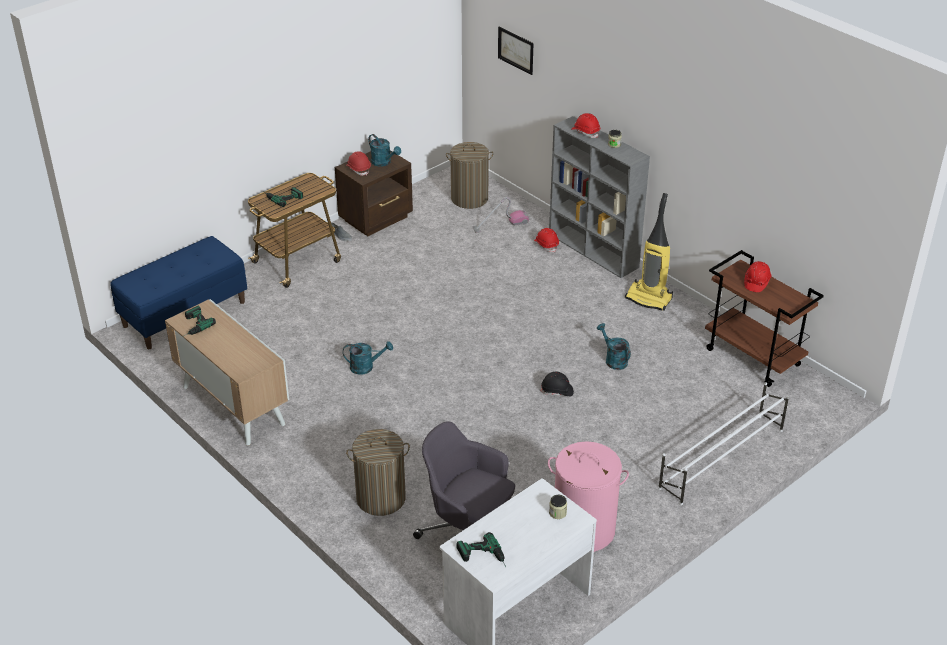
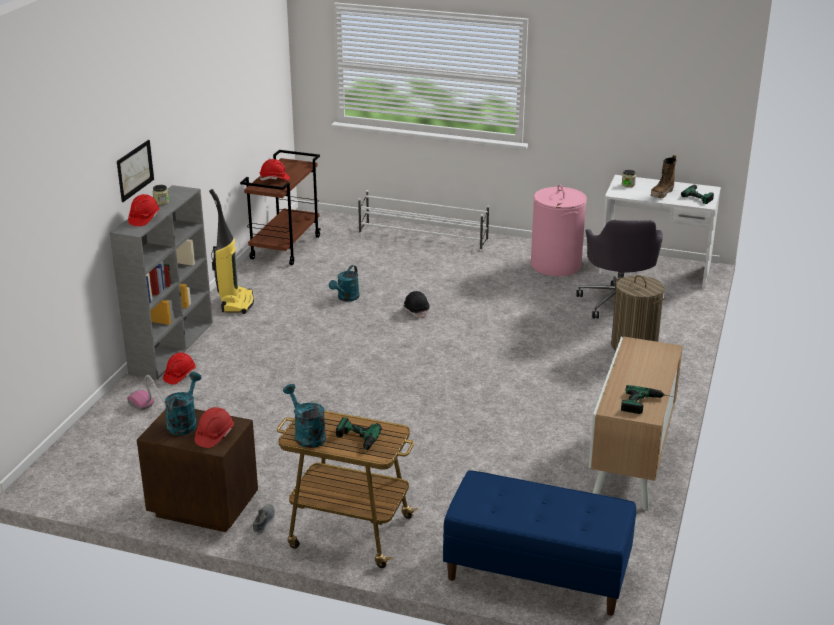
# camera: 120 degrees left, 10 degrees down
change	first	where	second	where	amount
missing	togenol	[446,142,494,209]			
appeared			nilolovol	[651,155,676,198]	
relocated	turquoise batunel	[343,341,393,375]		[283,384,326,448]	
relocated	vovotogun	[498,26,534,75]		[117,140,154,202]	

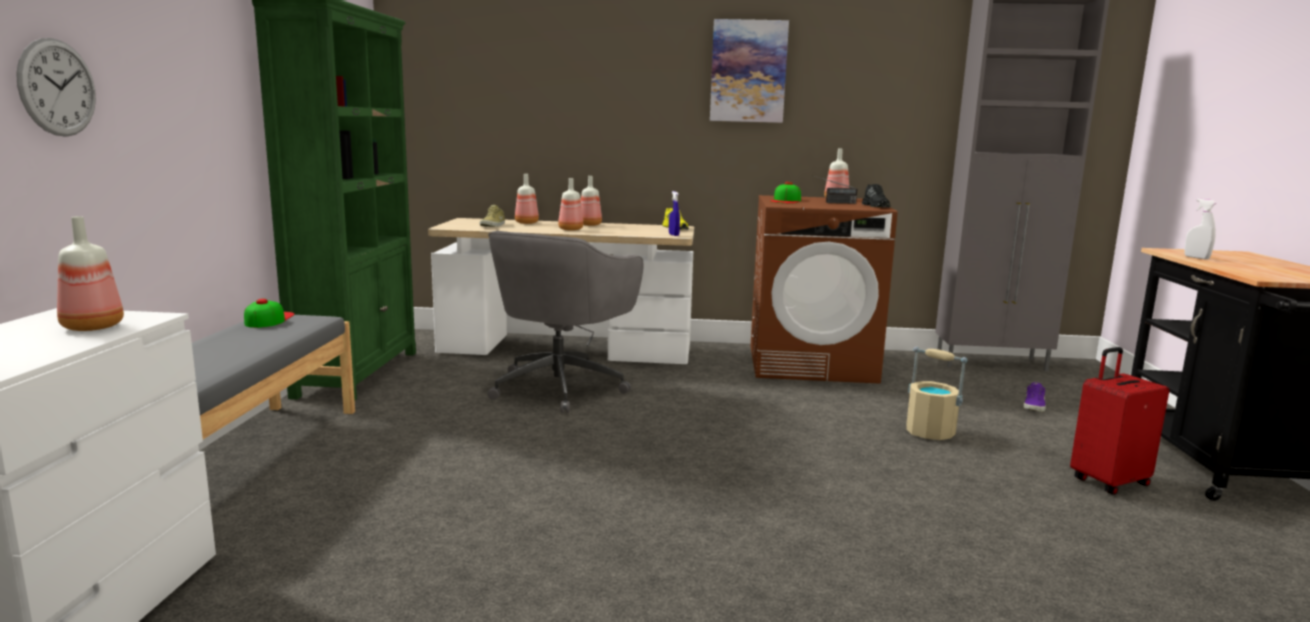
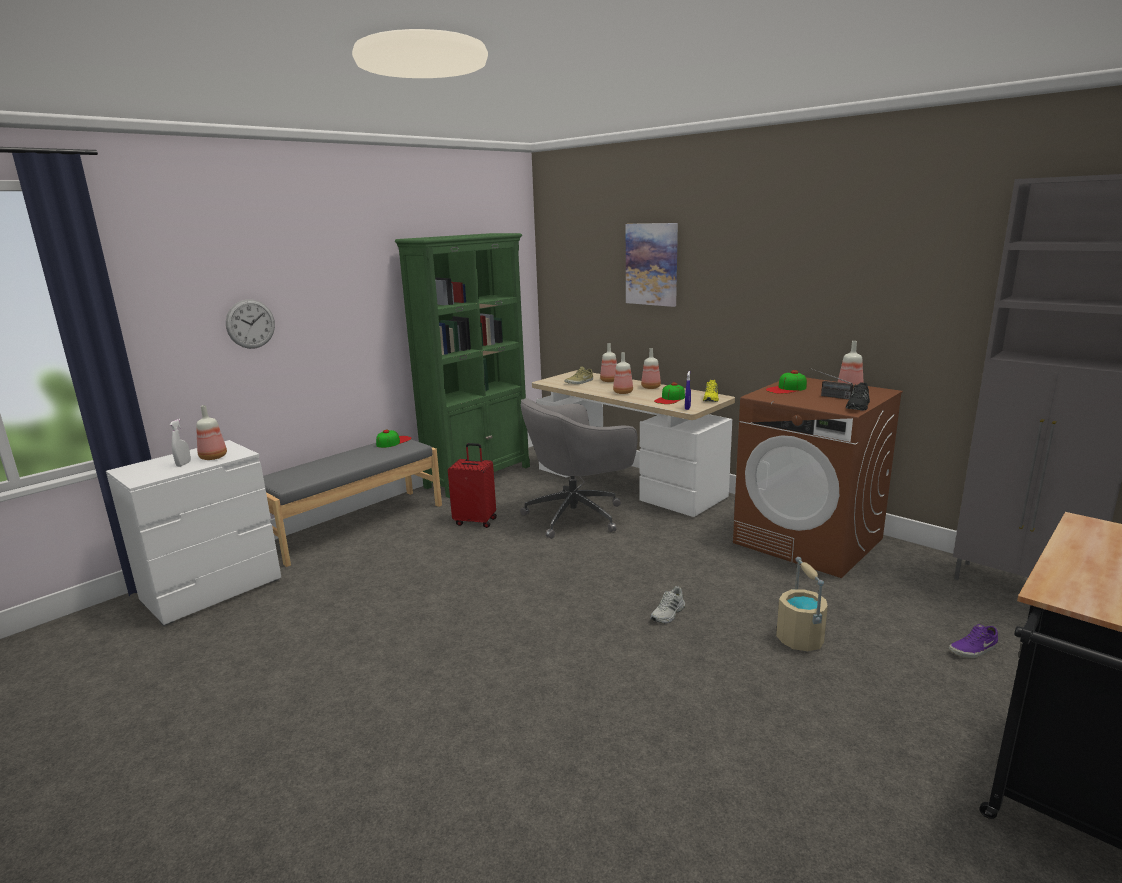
# camera: 40 degrees right, 5 degrees up
change	first	where	second	where	amount
appeared			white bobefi	[650,586,685,623]	
appeared			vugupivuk	[654,383,685,404]	
relocated	vovotogun	[710,19,789,123]		[626,223,678,307]	
relocated	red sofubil	[1070,347,1169,495]		[448,443,497,528]	
relocated	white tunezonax	[1184,199,1217,259]		[170,419,191,467]	

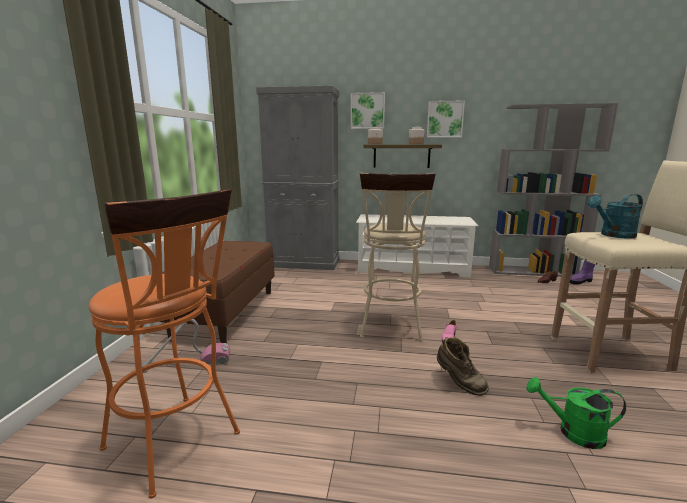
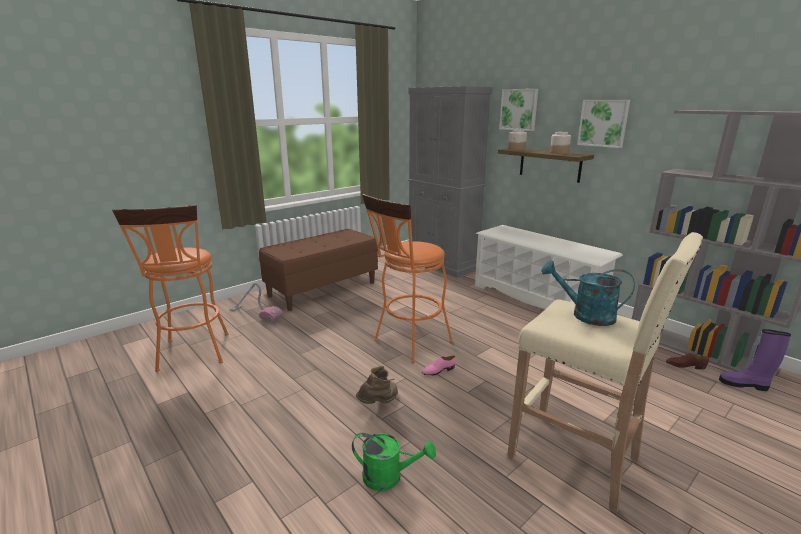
# camera: 40 degrees right, 5 degrees up
change	first	where	second	where	amount
colour	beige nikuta	[360,173,436,342]	orange nikuta	[362,194,453,363]	
spun	brown nilolovol	[437,337,489,396]		[356,366,398,404]	135 degrees counterclockwise
spun	green batunel	[526,377,626,449]		[352,433,436,491]	135 degrees clockwise

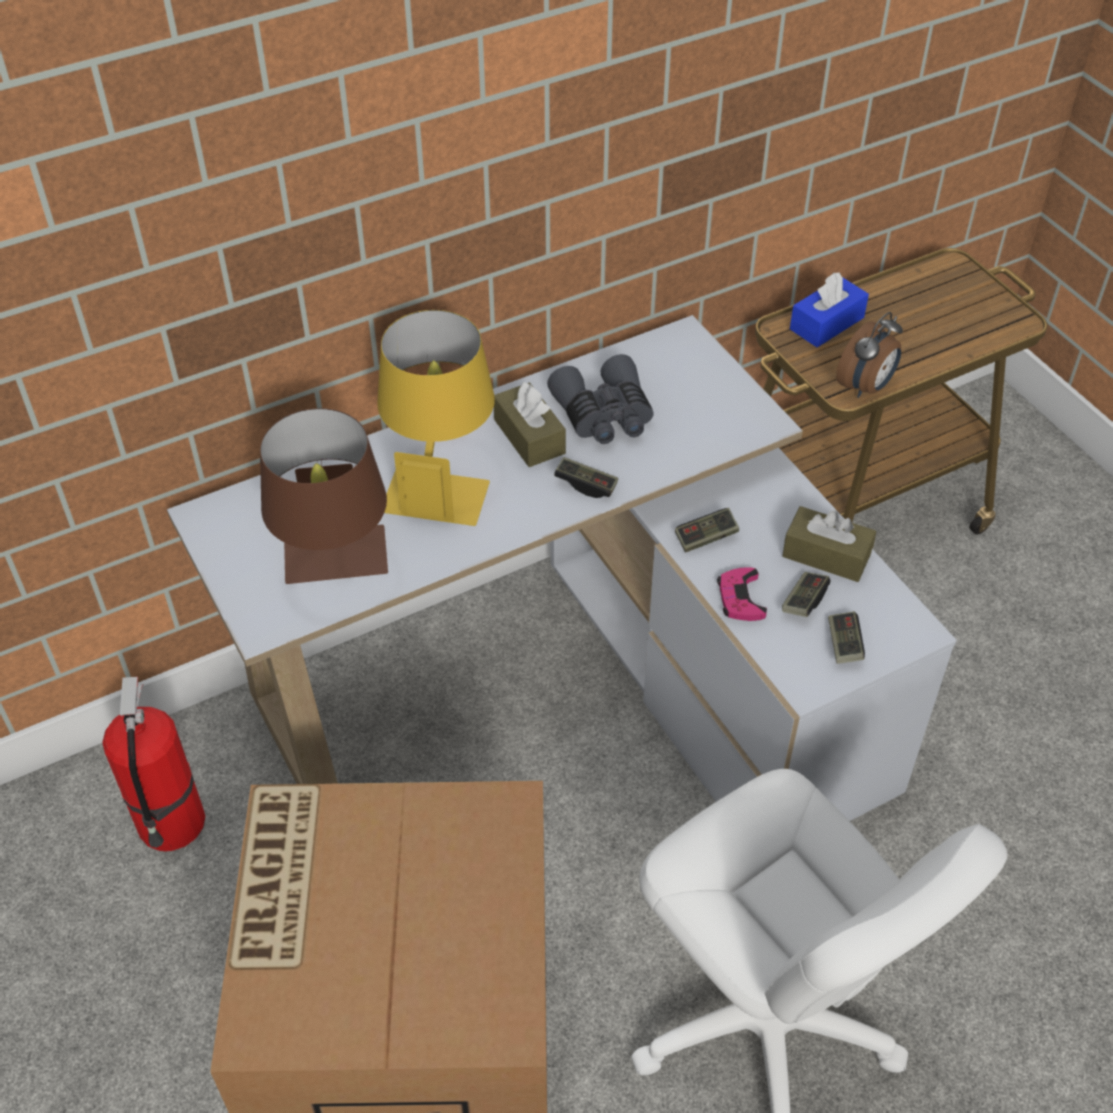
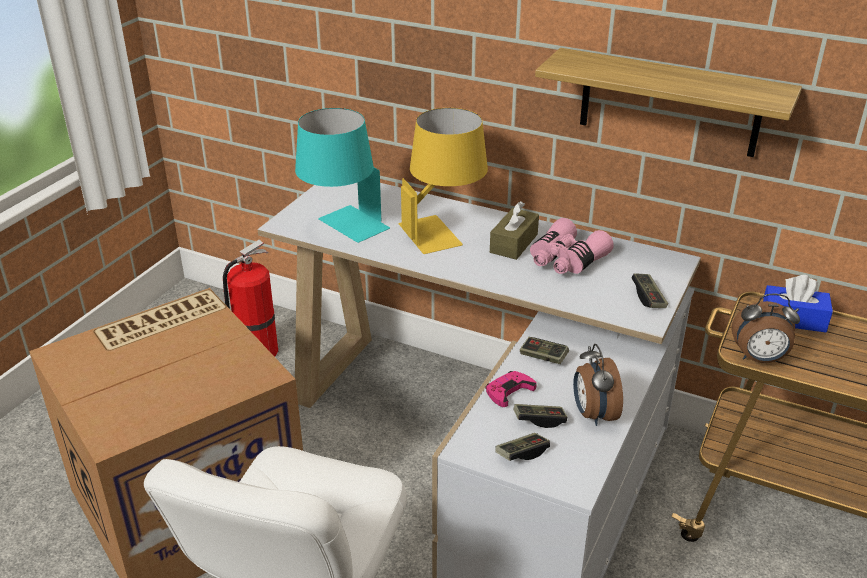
# camera: 55 degrees right, 15 degrees down
change	first	where	second	where	amount
appeared			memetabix	[535,48,802,157]	
relocated	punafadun	[554,457,618,498]		[632,273,668,308]	
exchanged	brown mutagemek	[782,506,876,582]	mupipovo	[573,344,623,426]	
colour	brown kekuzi	[260,408,388,584]	turquoise kekuzi	[295,108,390,243]	
colour	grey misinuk	[547,354,653,444]	pink misinuk	[530,218,614,274]	

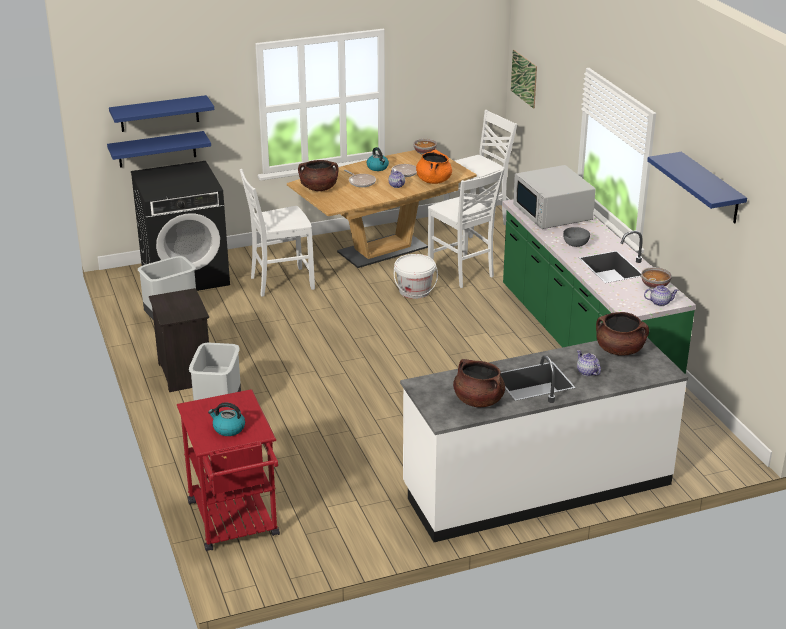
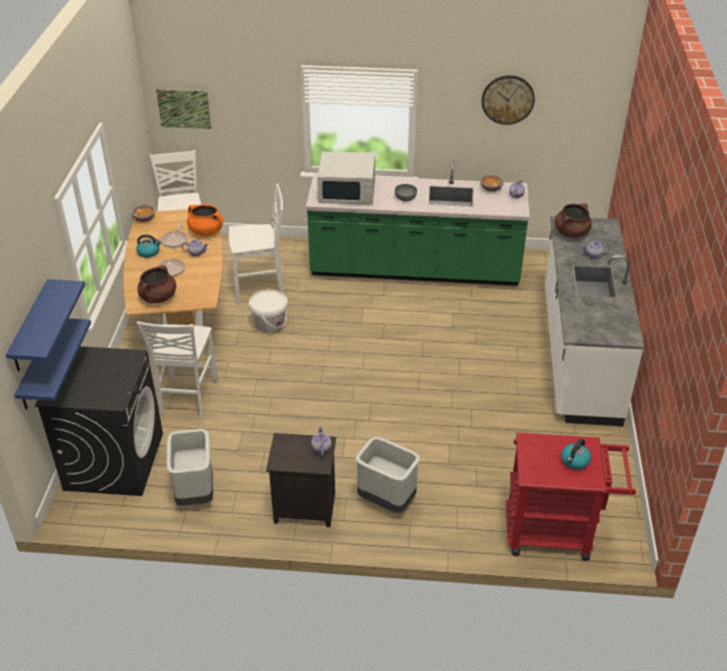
# camera: 65 degrees left, 10 degrees up
change	first	where	second	where	amount
missing	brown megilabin	[453,359,505,407]			
appeared			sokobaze	[311,426,332,456]	
exchanged	blue memetabix	[647,152,747,223]	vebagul	[482,75,535,125]	

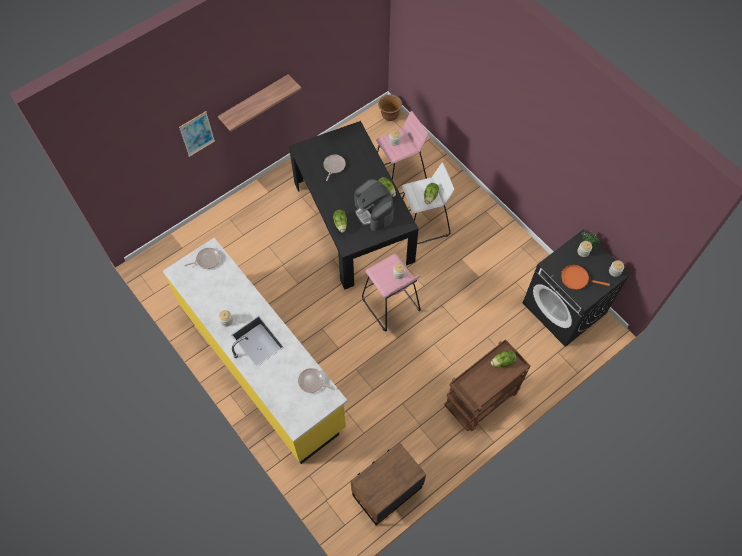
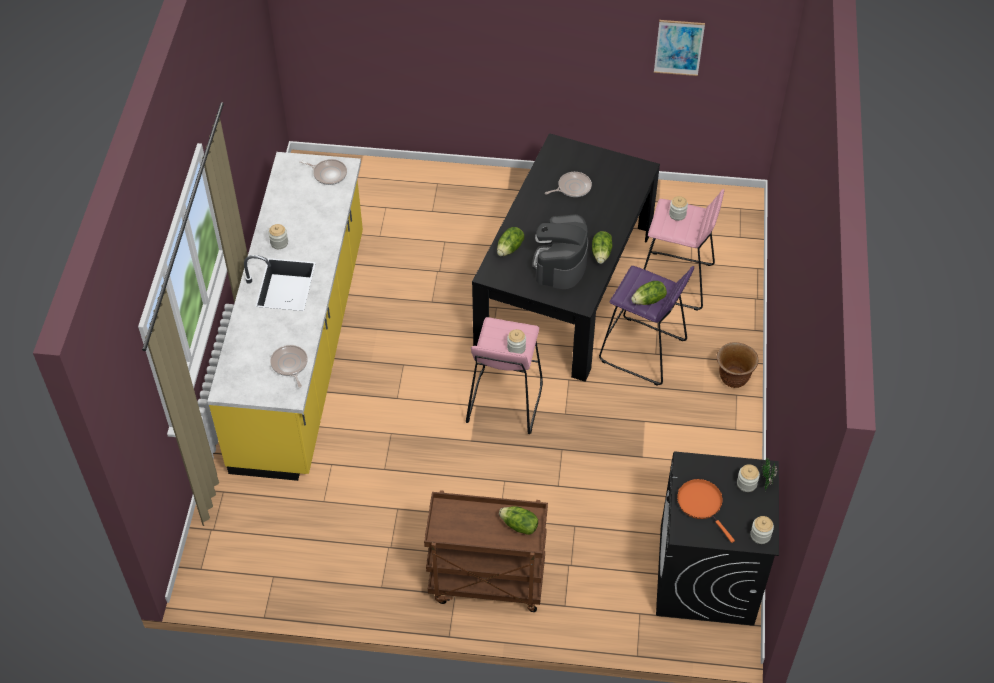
# camera: 45 degrees right, 10 degrees down
change	first	where	second	where	amount
missing	memetabix	[218,74,301,132]			
missing	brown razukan	[351,443,426,526]			
relocated	vovotogun	[179,111,215,157]		[654,20,705,76]	
relocated	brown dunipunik	[378,94,402,121]		[717,342,758,388]	
colour	white nikuta	[402,163,454,244]	purple nikuta	[599,266,694,386]	

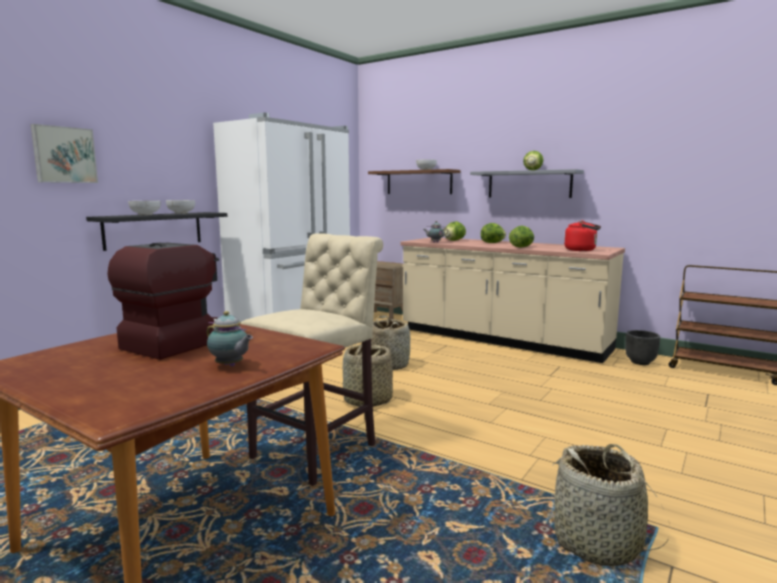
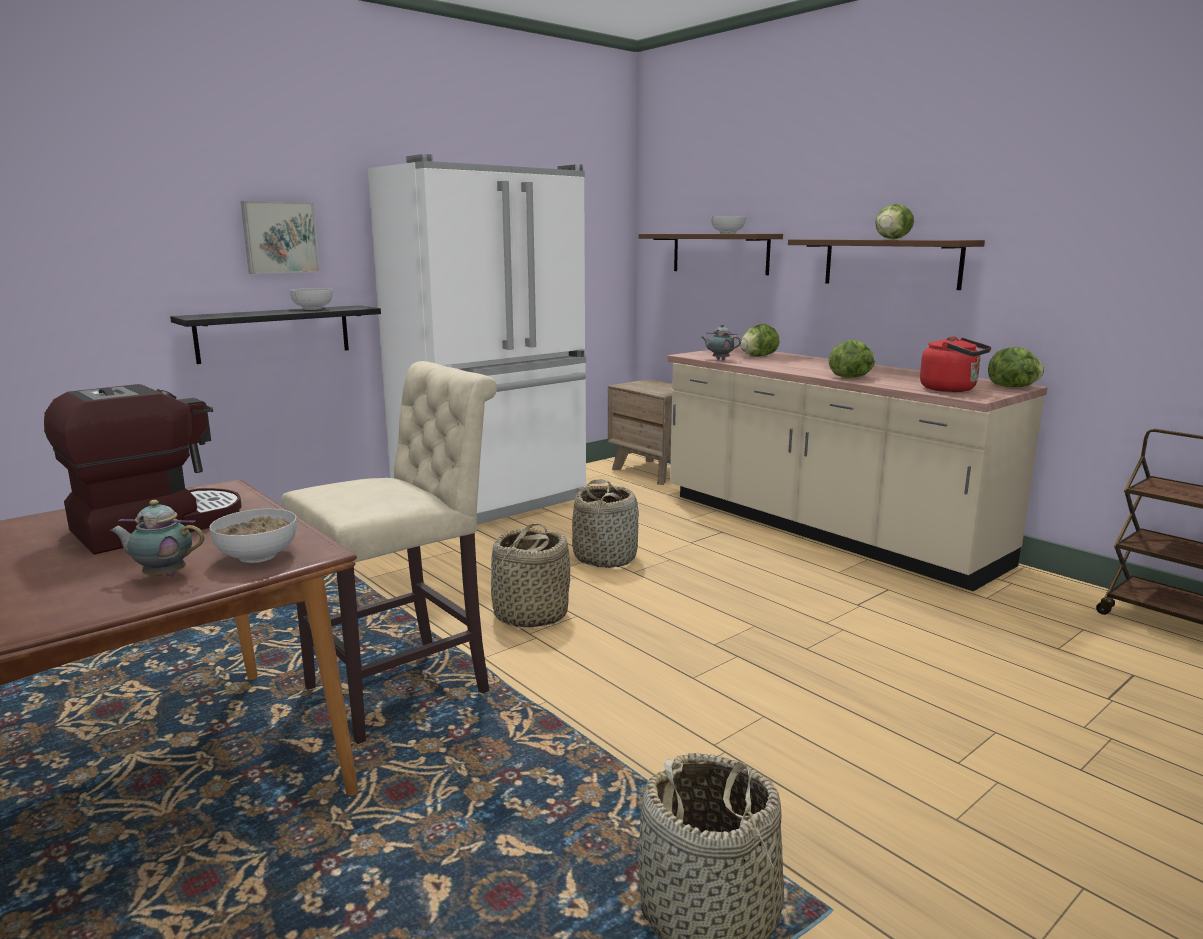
# camera: 15 degrees right, 5 degrees up
change	first	where	second	where	amount
missing	black dunipunik	[625,330,660,365]			
relocated	vovotogun	[31,124,98,183]		[241,201,320,274]	
relocated	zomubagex	[128,201,161,215]		[210,509,297,563]	
relocated	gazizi	[481,223,506,243]		[988,347,1044,387]	
colour	grey memetabix	[470,169,584,198]	brown memetabix	[788,239,985,290]	
spun	sokobaze	[207,311,253,367]		[109,500,204,577]	135 degrees clockwise

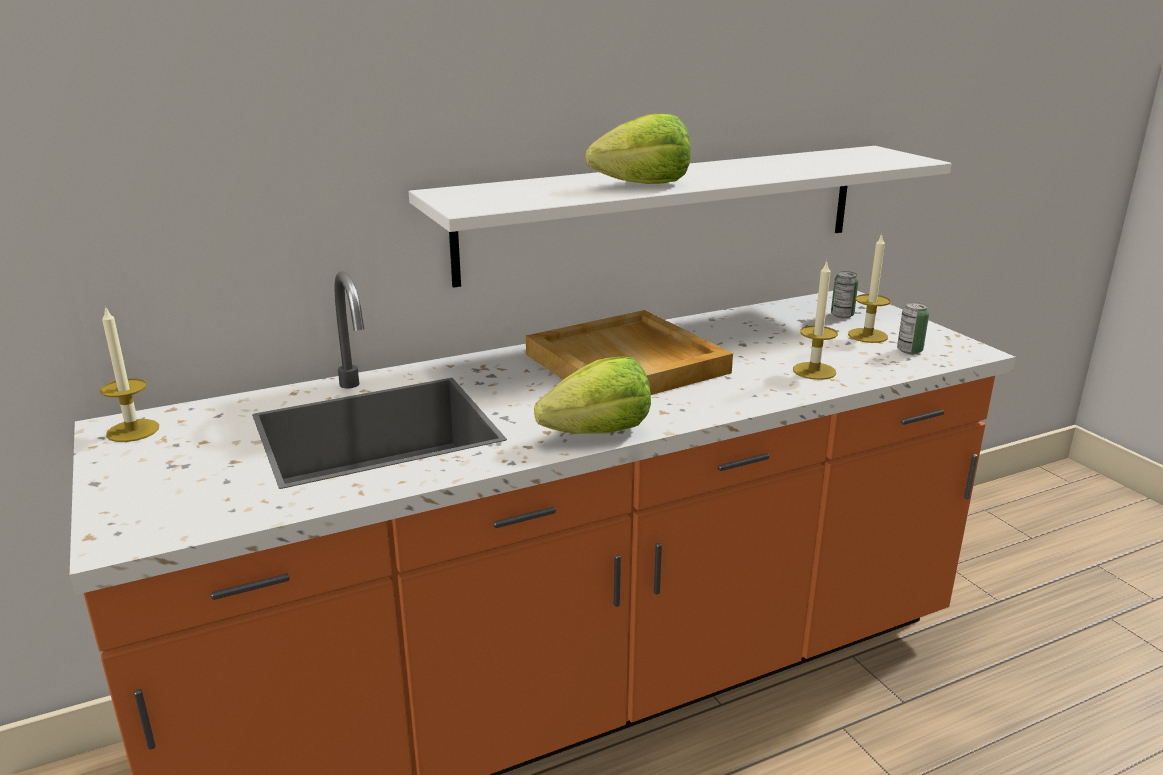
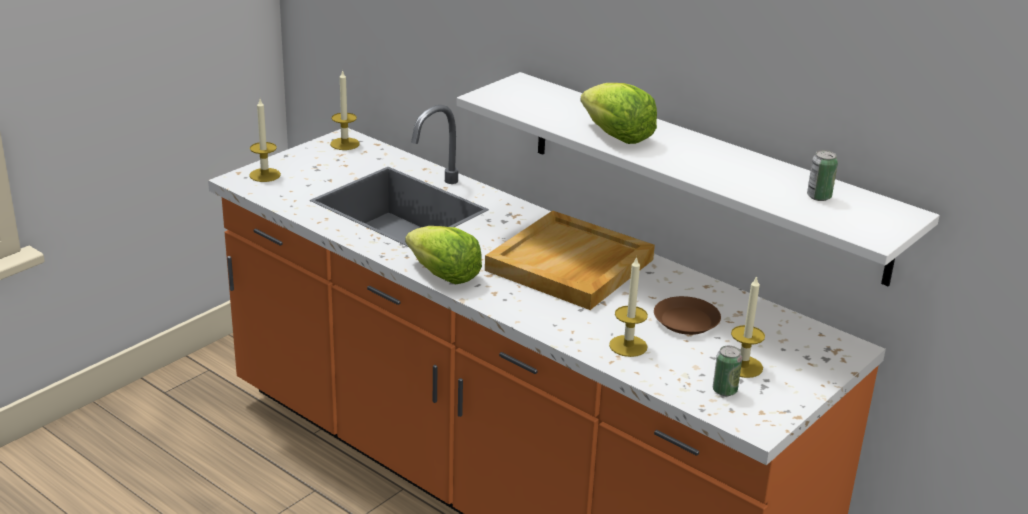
# camera: 65 degrees right, 5 degrees up
change	first	where	second	where	amount
appeared			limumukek	[249,99,281,182]	
appeared			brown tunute	[654,296,721,335]	
relocated	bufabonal	[831,271,859,318]		[807,150,838,201]	

